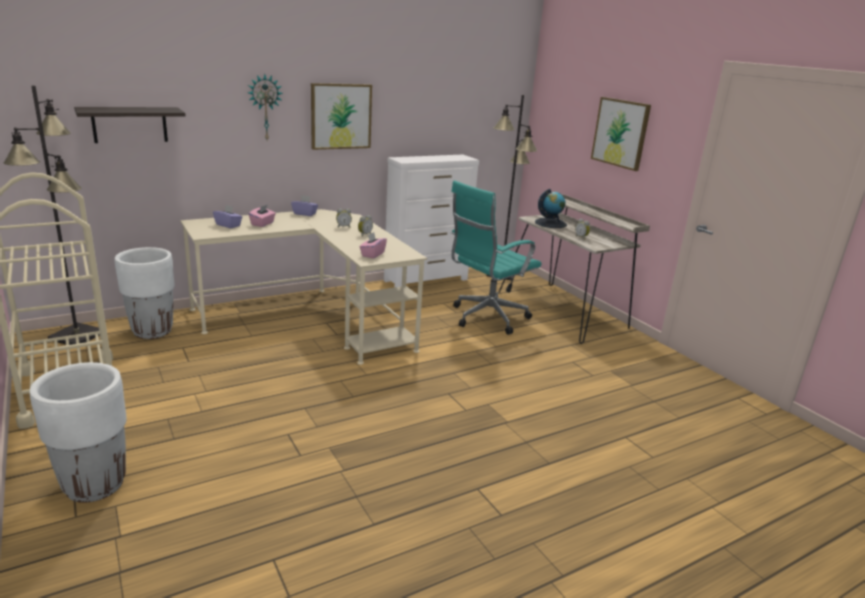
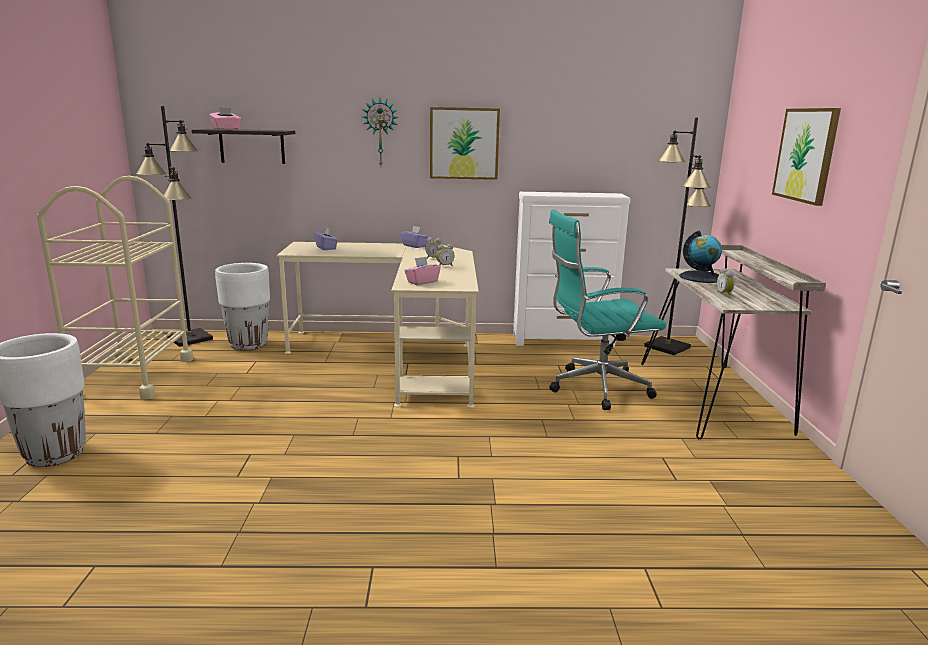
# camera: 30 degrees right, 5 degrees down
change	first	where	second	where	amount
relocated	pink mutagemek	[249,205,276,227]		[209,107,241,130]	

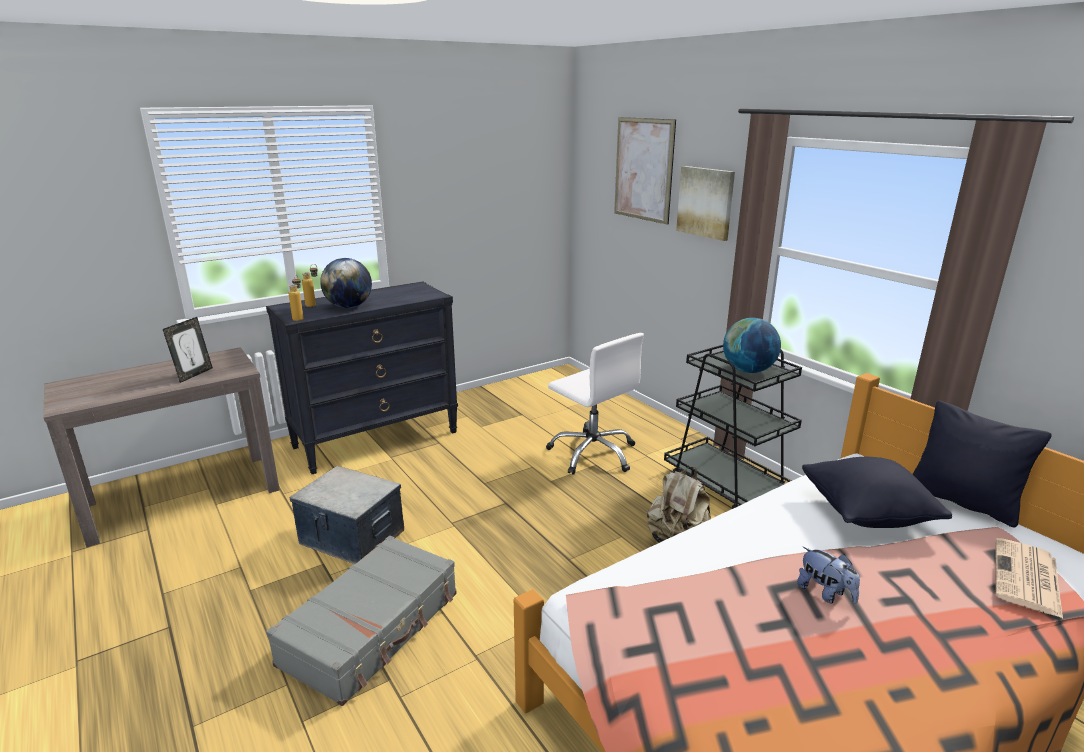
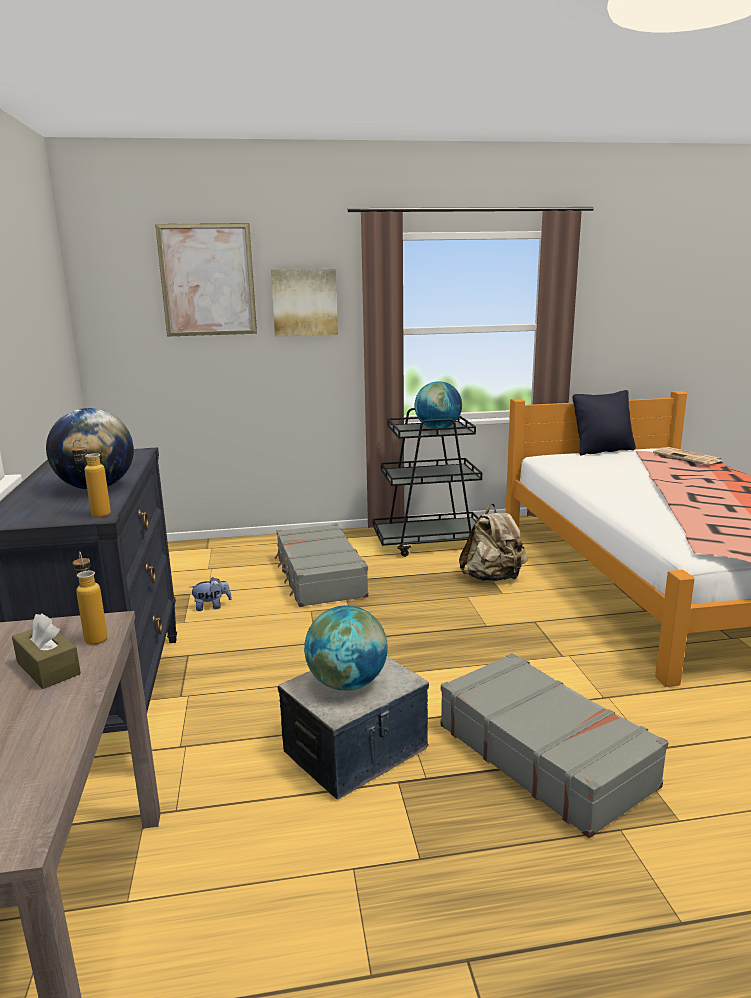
# camera: 65 degrees left, 5 degrees down
change	first	where	second	where	amount
missing	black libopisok	[802,457,952,528]			
appeared			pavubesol	[304,606,388,691]	
relocated	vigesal	[302,264,318,307]		[73,551,108,645]	
relocated	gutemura	[797,547,860,604]		[190,577,232,611]	
exchanged	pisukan	[163,317,213,383]	brown mutagemek	[12,613,81,689]	
exchanged	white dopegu	[546,333,644,475]	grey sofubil	[275,523,369,607]	

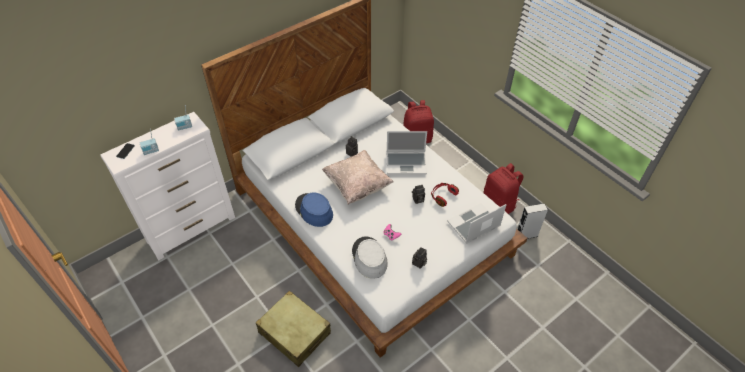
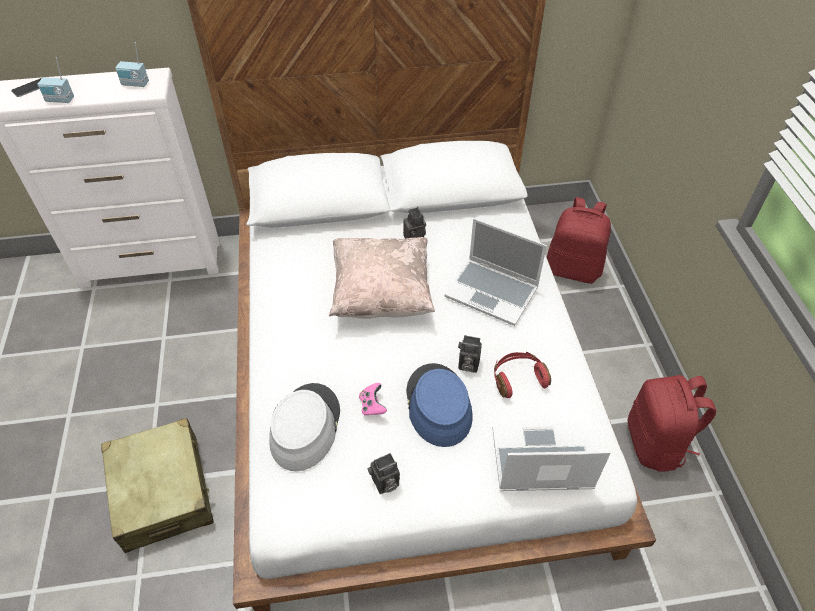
# camera: 30 degrees right, 0 degrees up
change	first	where	second	where	amount
missing	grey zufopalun	[517,203,548,239]			
relocated	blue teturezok	[295,193,333,227]		[406,363,473,447]	

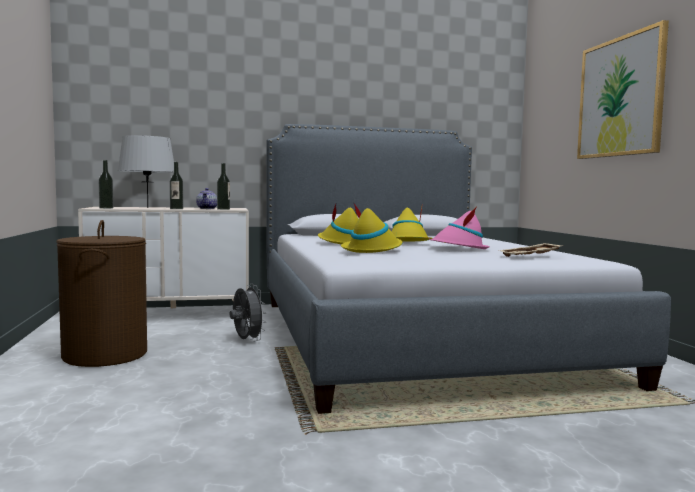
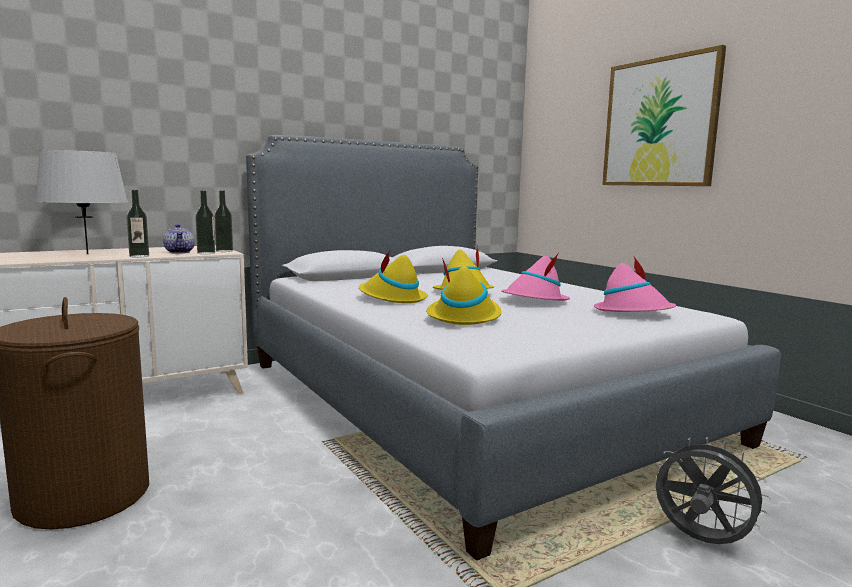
# camera: 20 degrees left, 5 degrees up
change	first	where	second	where	amount
relocated	vigesal	[99,160,113,209]		[214,190,233,252]	
relocated	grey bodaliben	[230,284,266,341]		[655,437,771,544]	
exchanged	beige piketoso	[500,243,563,257]	pink teturezok	[594,257,676,312]	

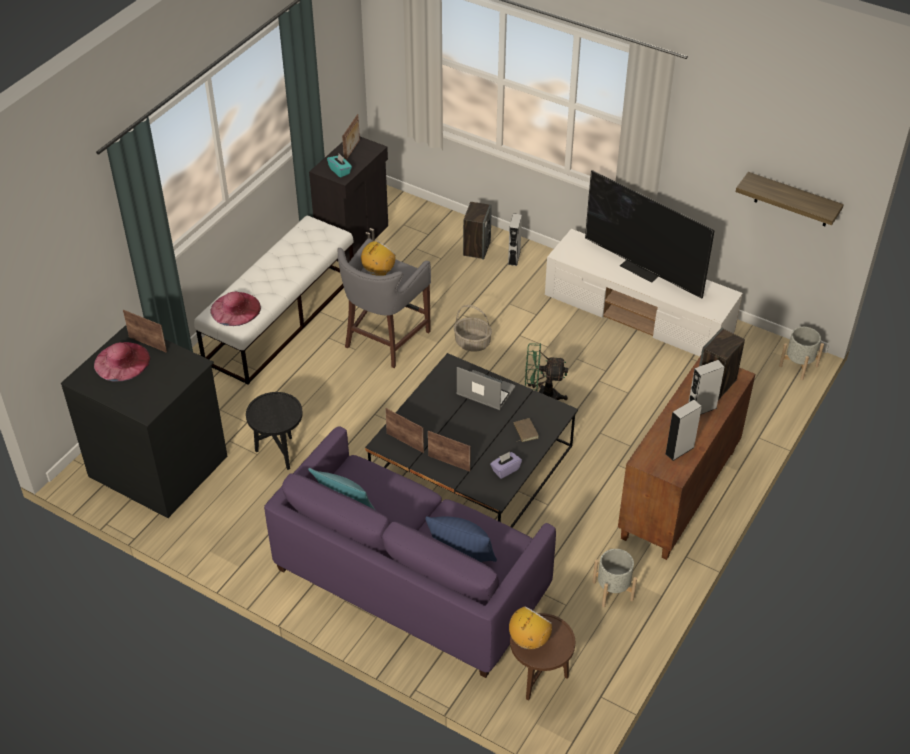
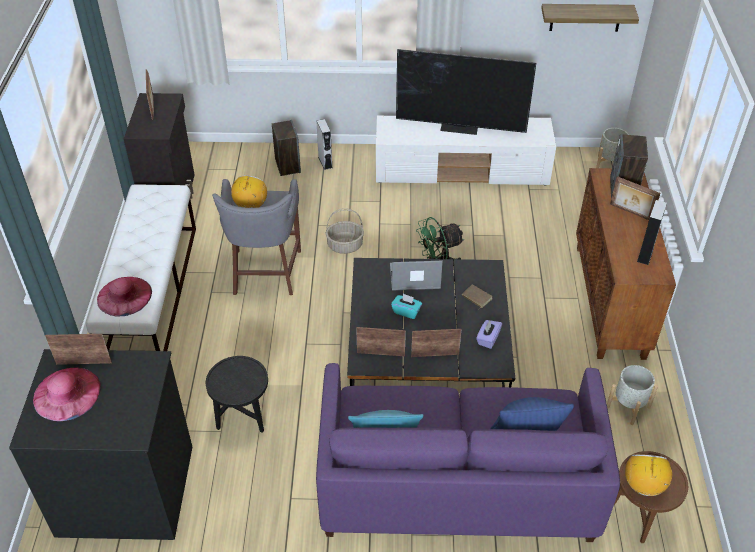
# camera: 30 degrees left, 0 degrees up
change	first	where	second	where	amount
relocated	turquoise mutagemek	[327,154,352,178]		[391,294,422,319]	
exchanged	grey zufopalun	[689,360,724,415]	pisukan	[610,176,660,220]	

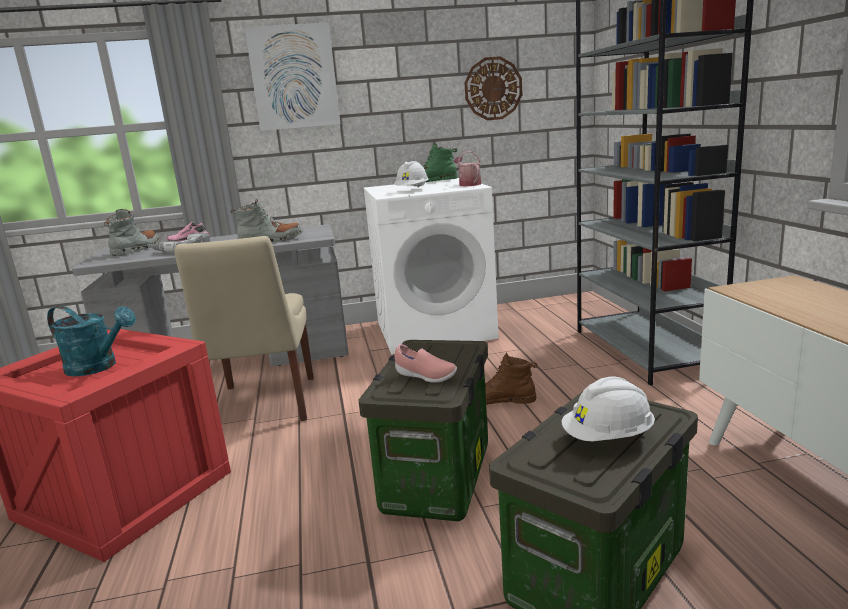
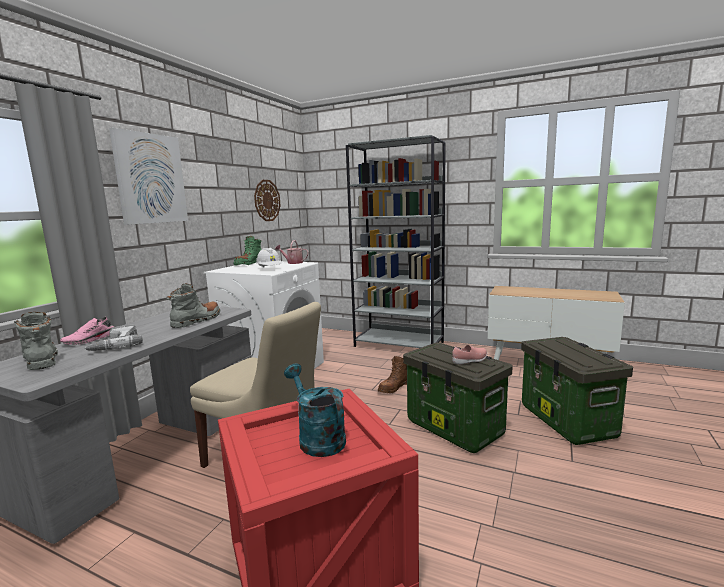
# camera: 55 degrees left, 5 degrees down
change	first	where	second	where	amount
missing	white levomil	[562,377,655,441]			
spun	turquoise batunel	[47,305,136,376]		[284,364,346,457]	90 degrees counterclockwise

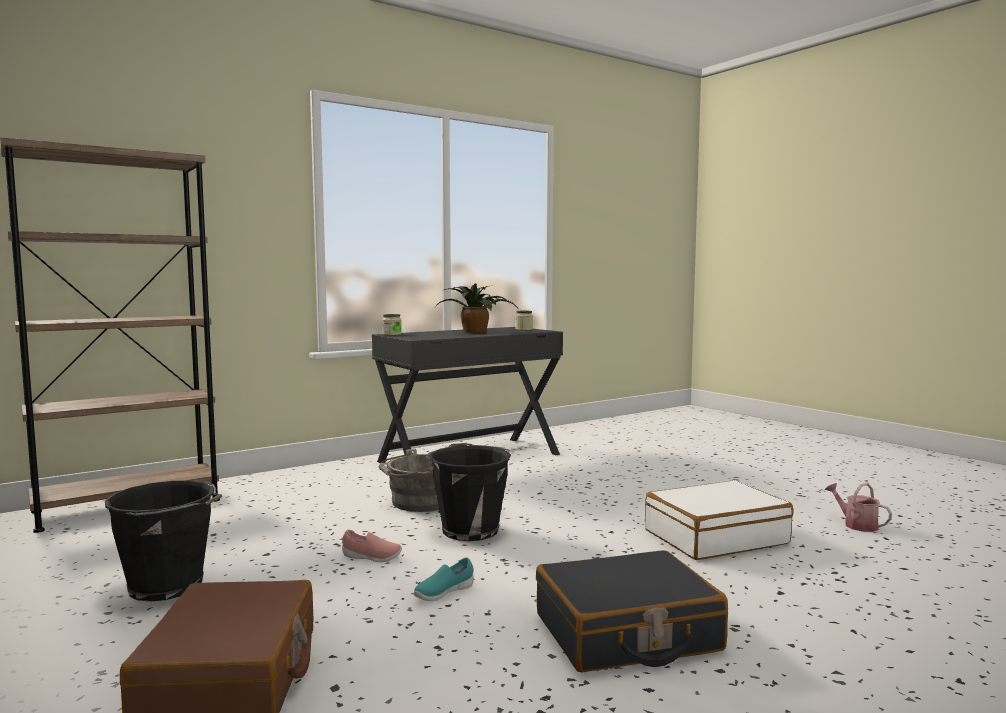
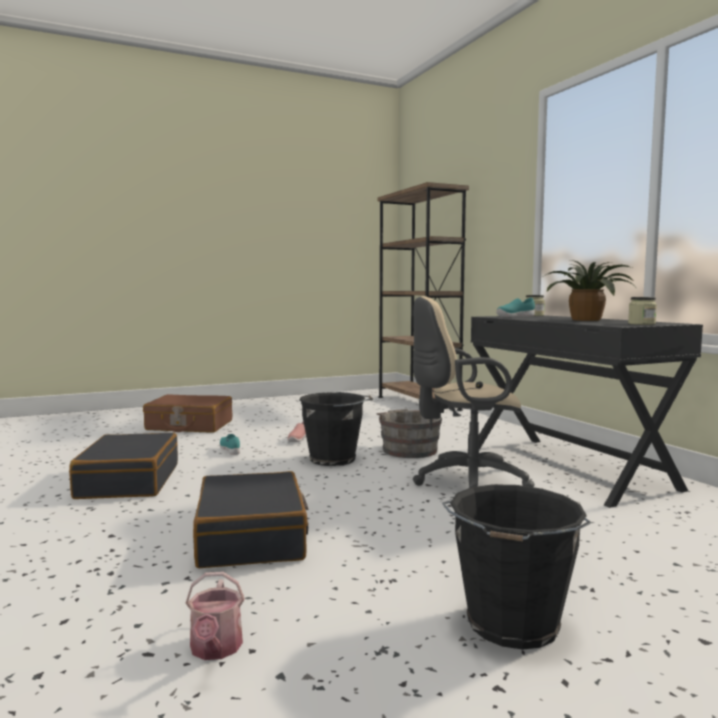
# camera: 100 degrees right, 0 degrees up
change	first	where	second	where	amount
appeared			beige dopegu	[413,296,535,488]	
appeared			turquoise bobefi	[496,298,535,317]	
relocated	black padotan	[105,481,222,602]		[442,484,591,650]	
colour	white sofubil	[645,480,793,560]	black sofubil	[193,471,309,568]	
spun	batunel	[825,483,892,532]		[186,572,245,660]	105 degrees clockwise

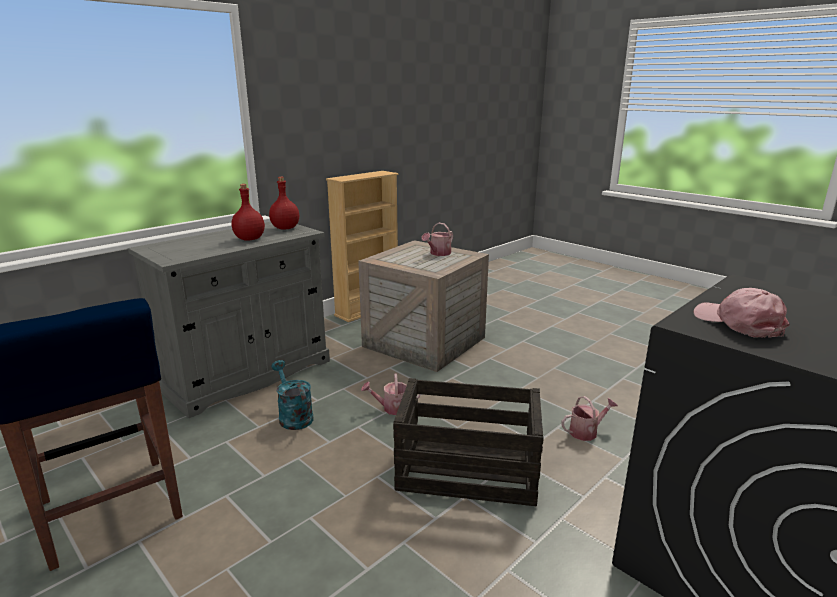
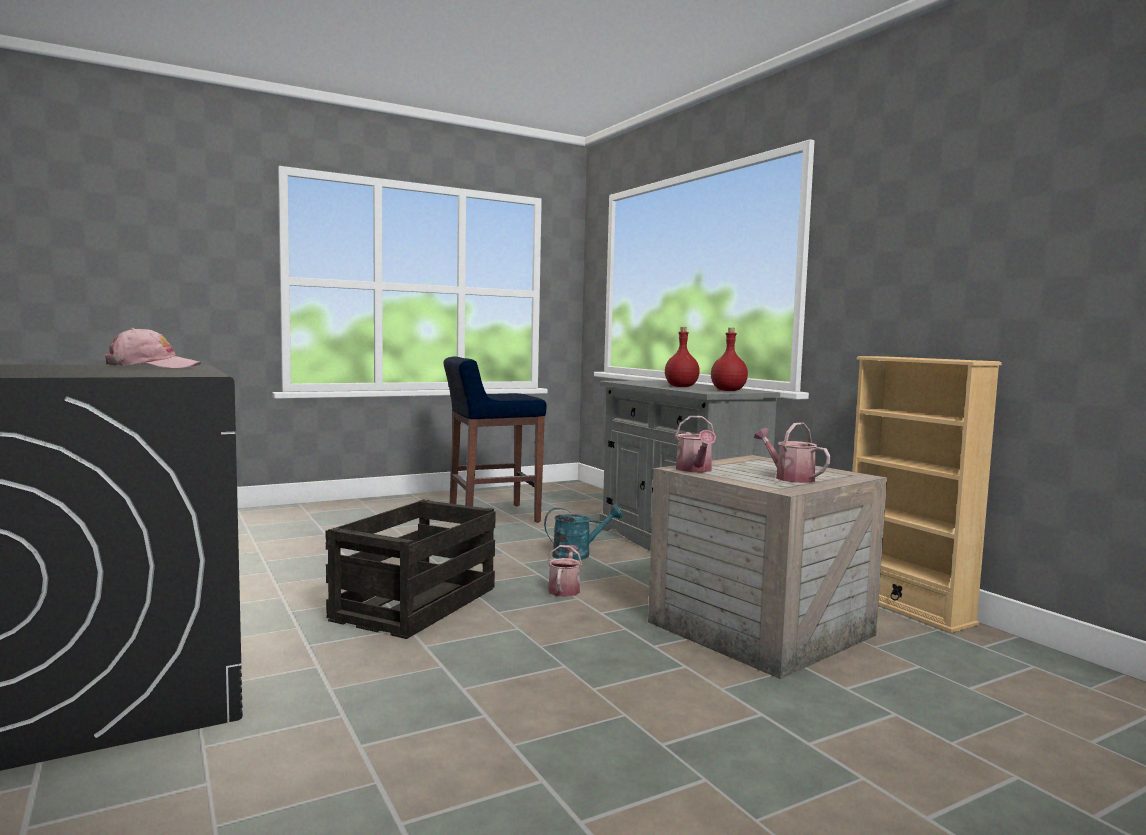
# camera: 105 degrees right, 15 degrees down
change	first	where	second	where	amount
relocated	batunel	[561,396,618,441]		[675,416,716,472]	

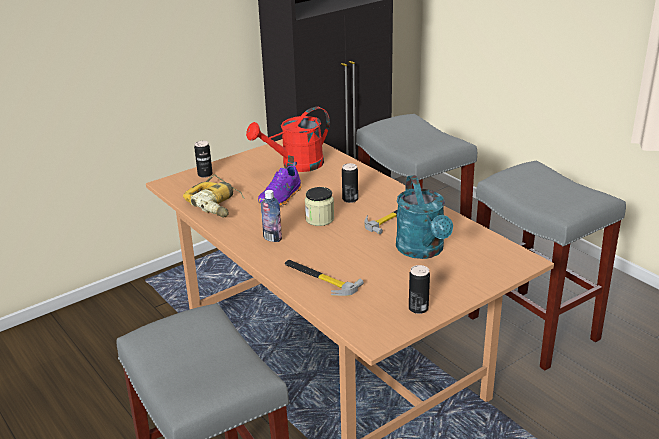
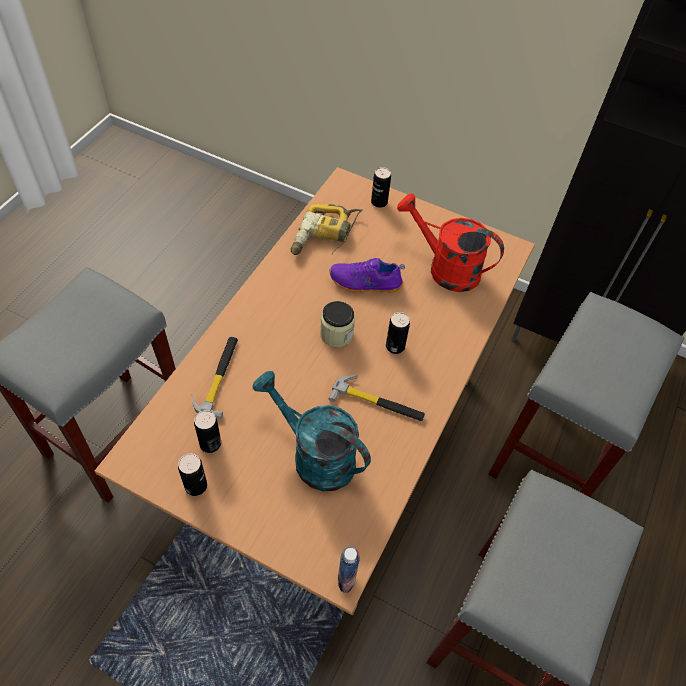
# camera: 60 degrees right, 25 degrees up
change	first	where	second	where	amount
appeared			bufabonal	[194,410,221,453]	
relocated	vigesal	[261,190,282,242]		[338,546,360,593]	
spun	turquoise batunel	[396,175,453,259]		[252,371,371,491]	75 degrees clockwise

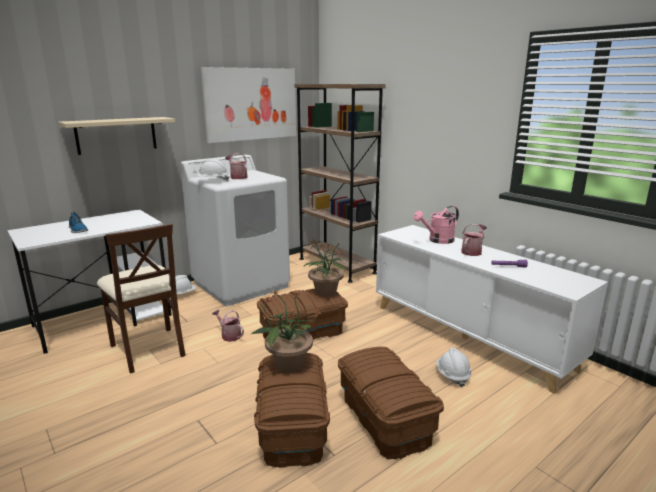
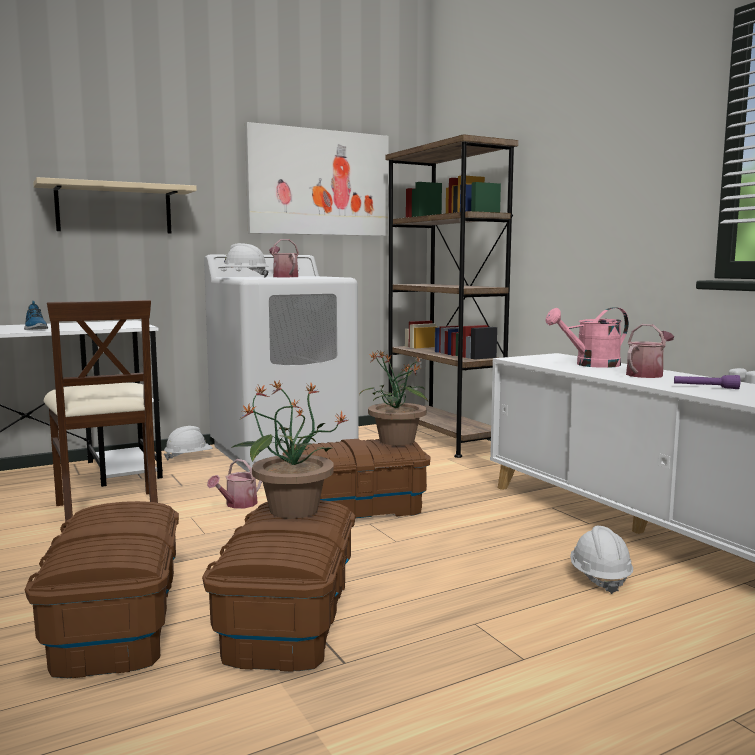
# camera: 10 degrees right, 10 degrees down
change	first	where	second	where	amount
relocated	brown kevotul	[338,347,444,459]		[25,501,179,678]	
spun	batunel	[212,310,244,342]		[207,459,262,509]	105 degrees counterclockwise

